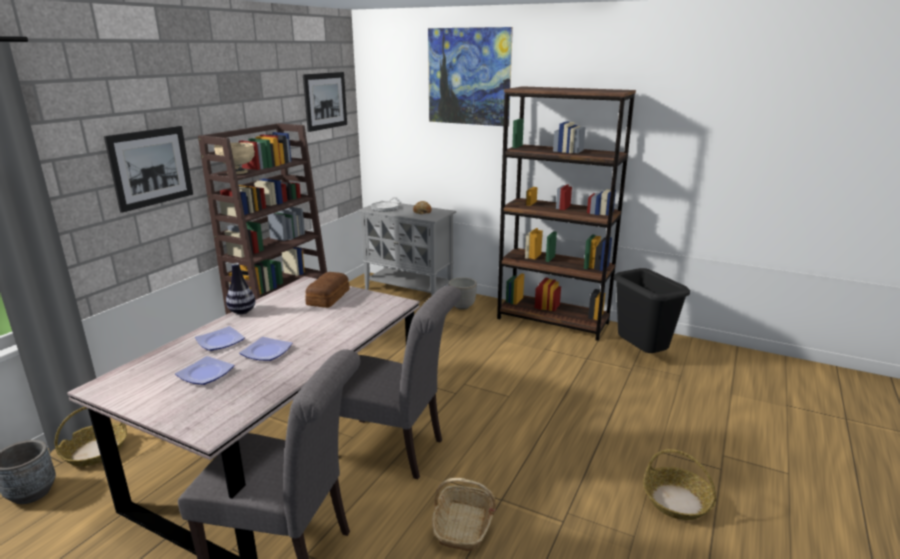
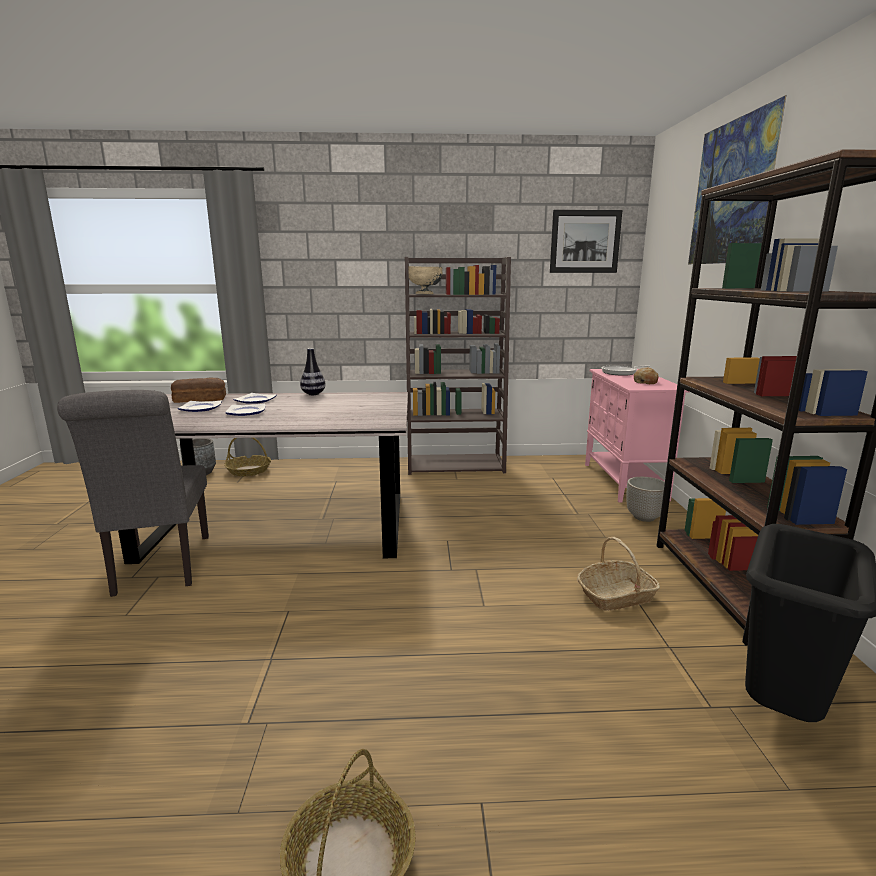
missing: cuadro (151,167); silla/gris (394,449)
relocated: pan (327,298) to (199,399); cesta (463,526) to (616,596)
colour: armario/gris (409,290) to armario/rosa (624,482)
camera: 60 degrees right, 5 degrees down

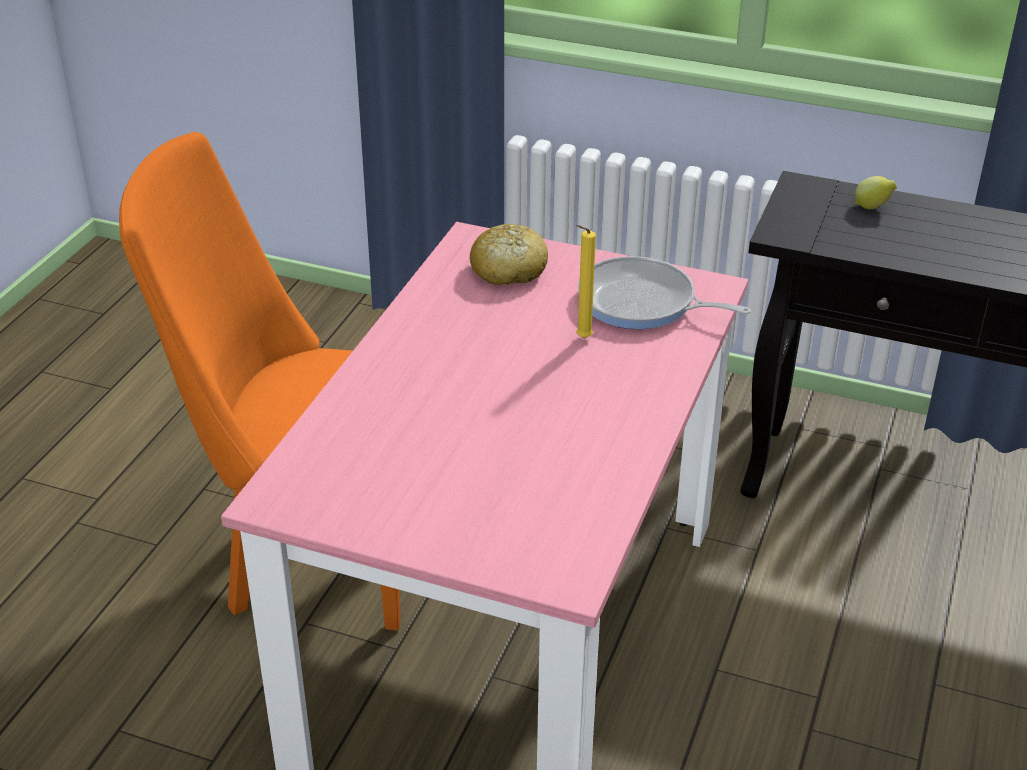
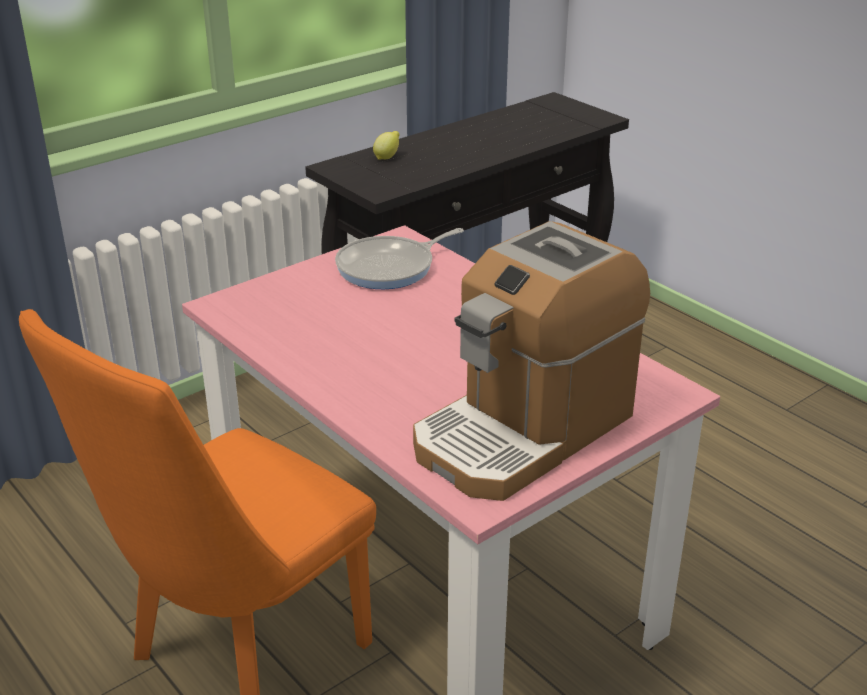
missing: pan (508,270); vela/amarillo (581,338)
appeared: cafetera (523,431)
camera: 60 degrees left, 5 degrees down

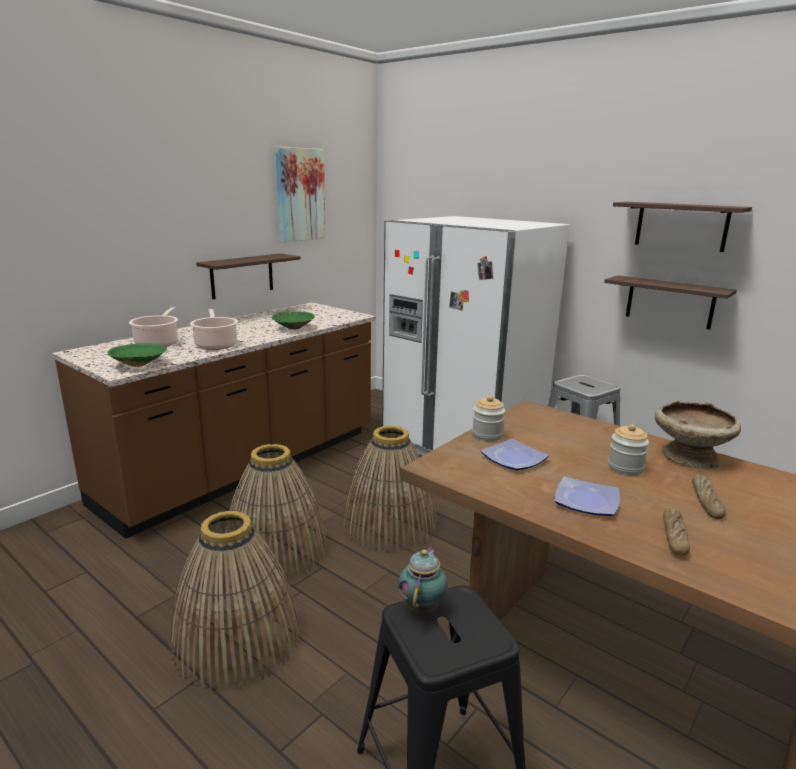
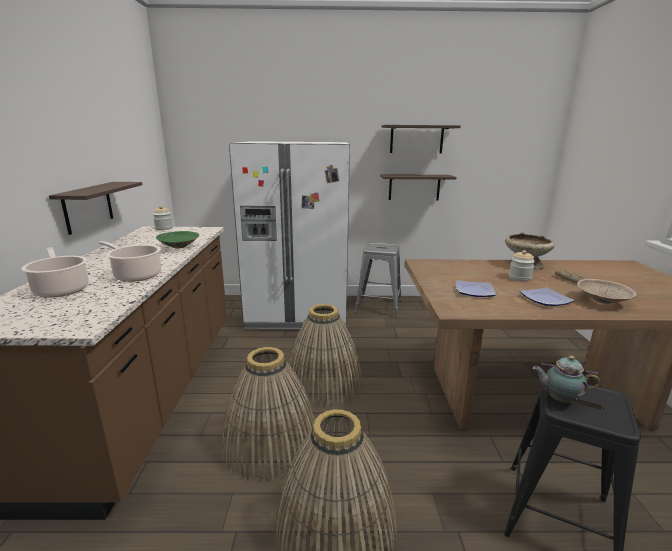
missing: cuenco/verde (140,364); cuadro (300,195)
relocated: tarro (487,435) to (164,228)
exchanged: pan (674,537) to cuenco/beis (602,301)
spun: tetera (423,606) = (559,399) 45 degrees counterclockwise
camera: 40 degrees left, 0 degrees up

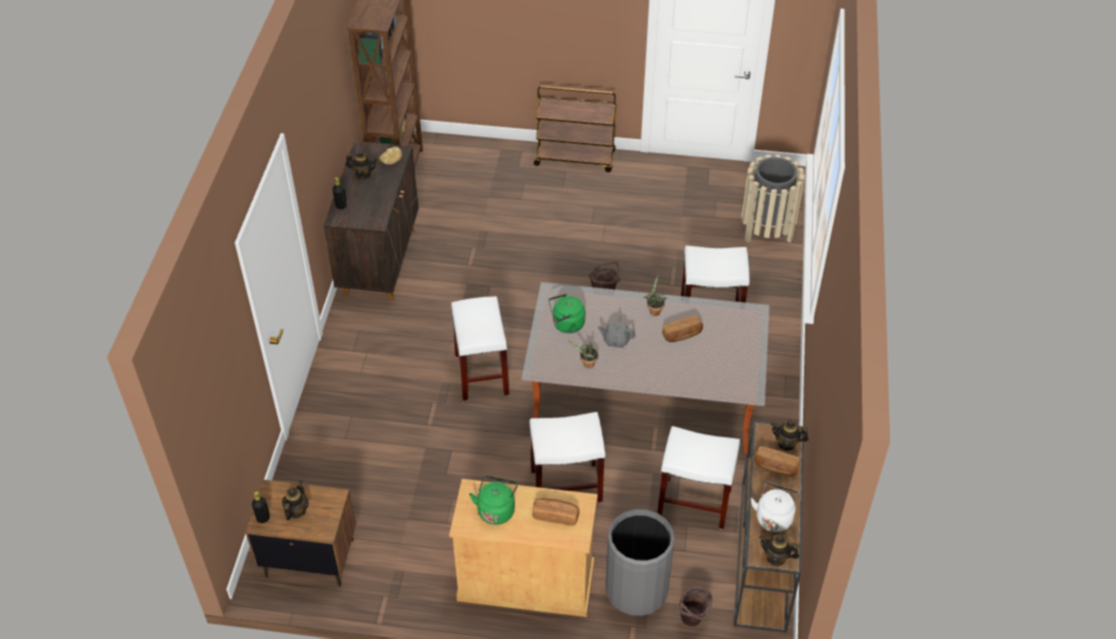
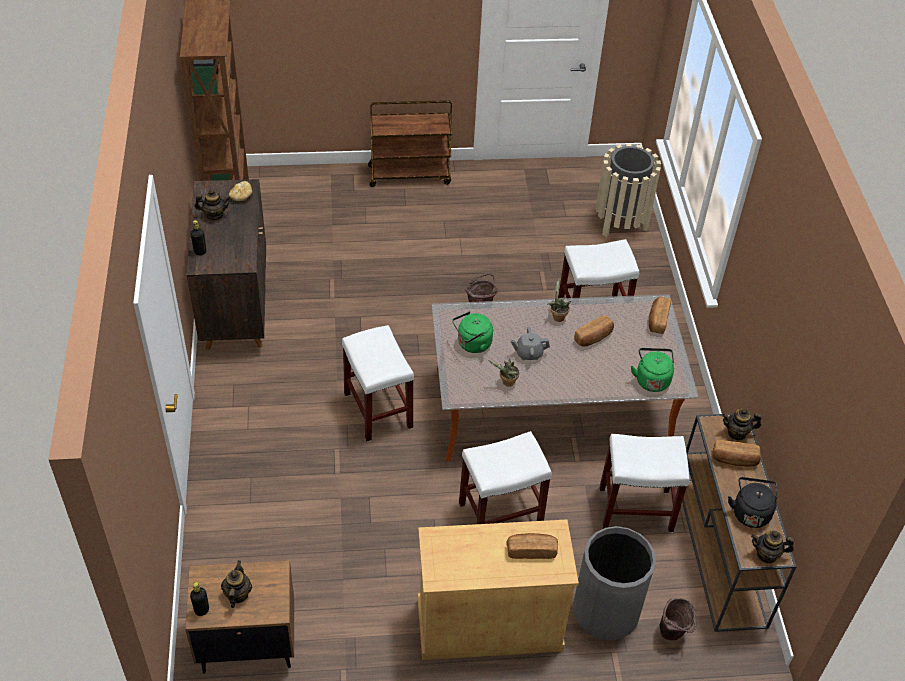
appeared: pan (657,320)
relocated: hervidor/verde (496,509) to (652,379)
colour: hervidor/blanco (774,517) to hervidor/negro (750,512)
camera: 15 degrees left, 0 degrees up

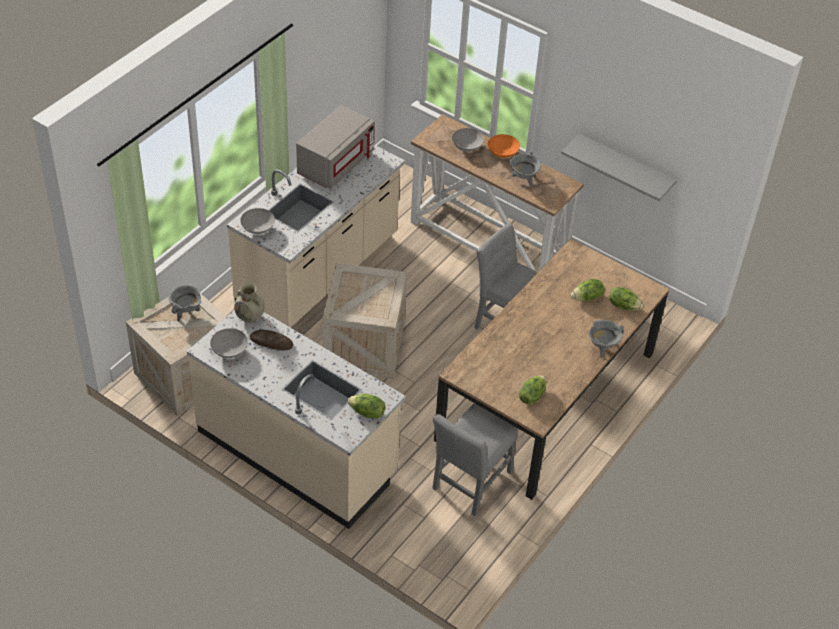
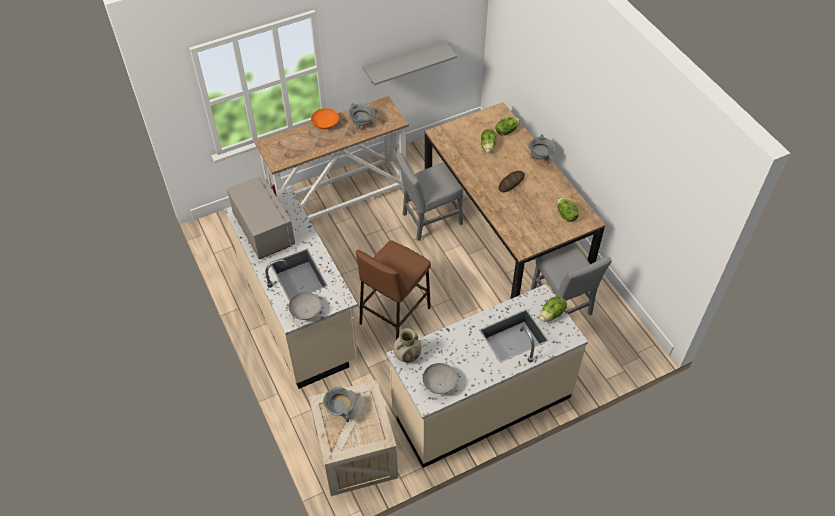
missing: cuenco/gris (467,147)
relocated: pan (271,342) to (511,183)
exchanged: caja de embalaje (363,345) to taburete/marrón (394,316)
camera: 60 degrees left, 5 degrees up

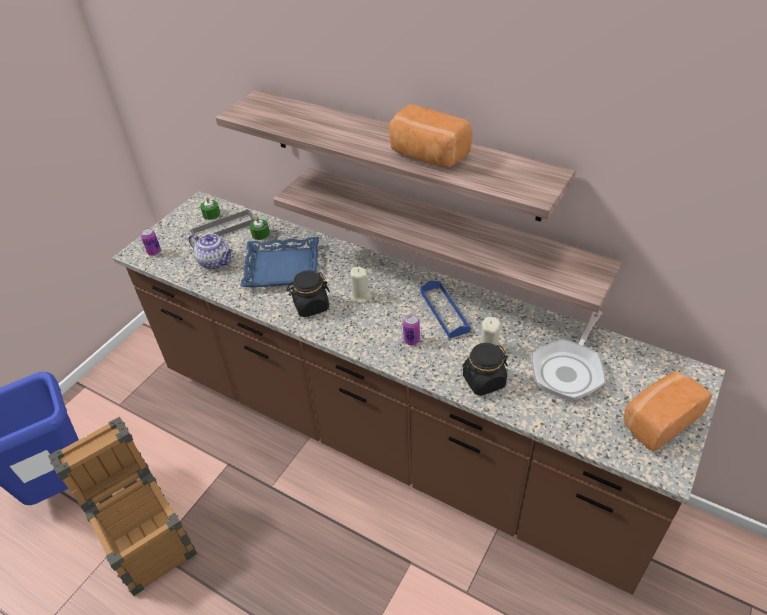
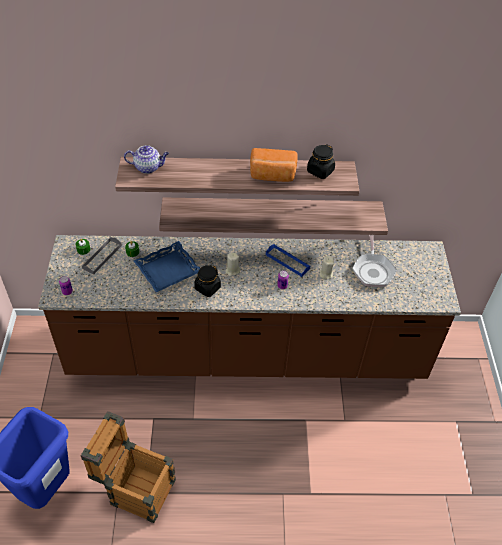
missing: pan (658,420)
relocated: tetera (216,262) to (148,167); tarro/negro (483,381) to (320,171)
camera: 35 degrees left, 5 degrees up

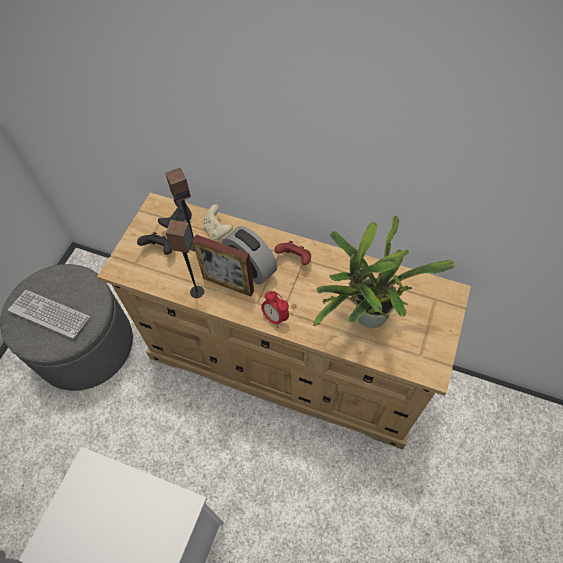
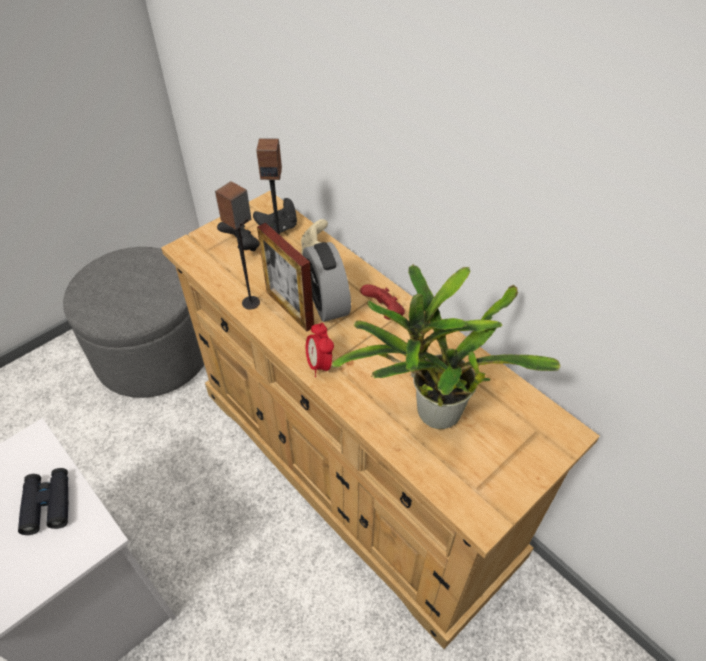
missing: teclado (49,314)
appeared: prismáticos/negro (48,504)
camera: 25 degrees right, 10 degrees down

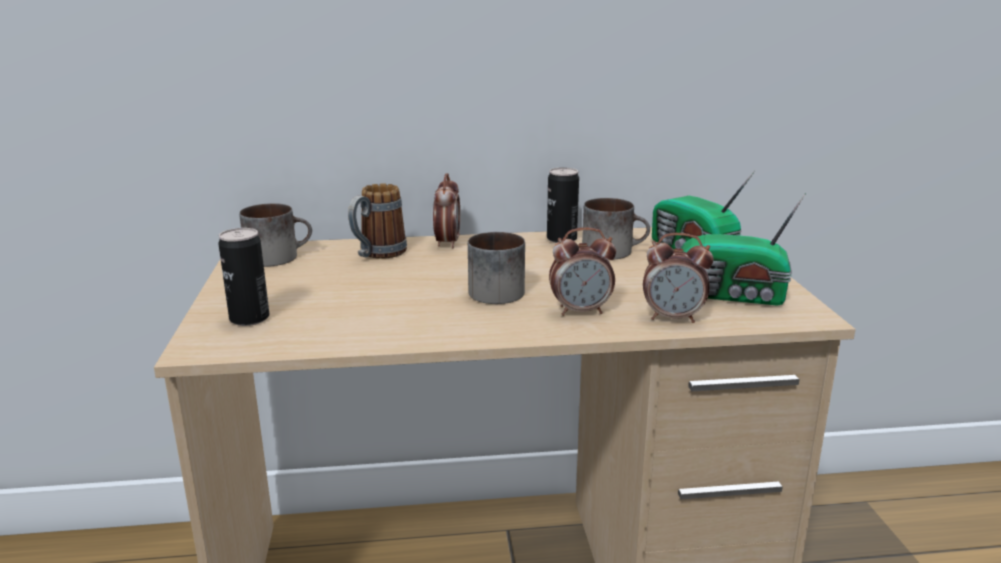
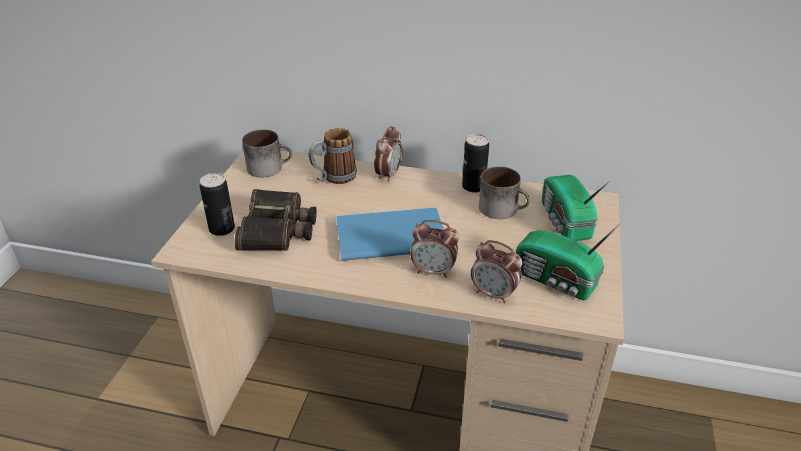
appeared: prismáticos (278,229)
exchanged: taza grande (492,290) to libro/azul (387,235)
camera: 20 degrees right, 15 degrees up

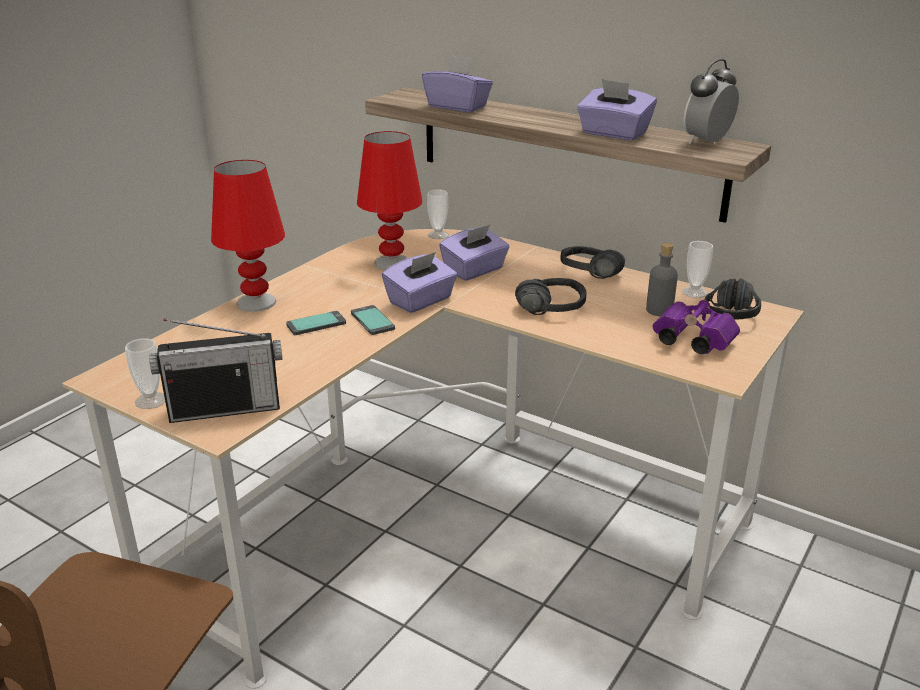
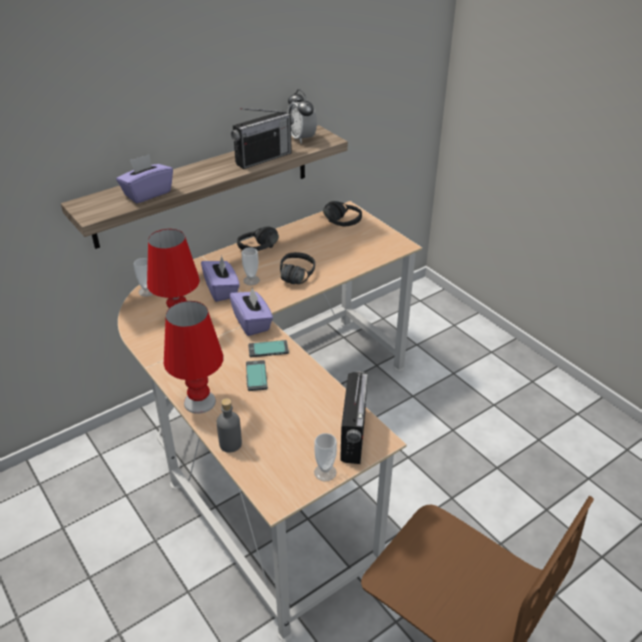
missing: prismáticos/morado (690,342)
relocated: botella/gris (659,310) to (230,444); taza (694,292) to (251,280)
exchanged: caja de pañuelos/morado (613,134) to radio (263,158)
camera: 70 degrees left, 10 degrees up

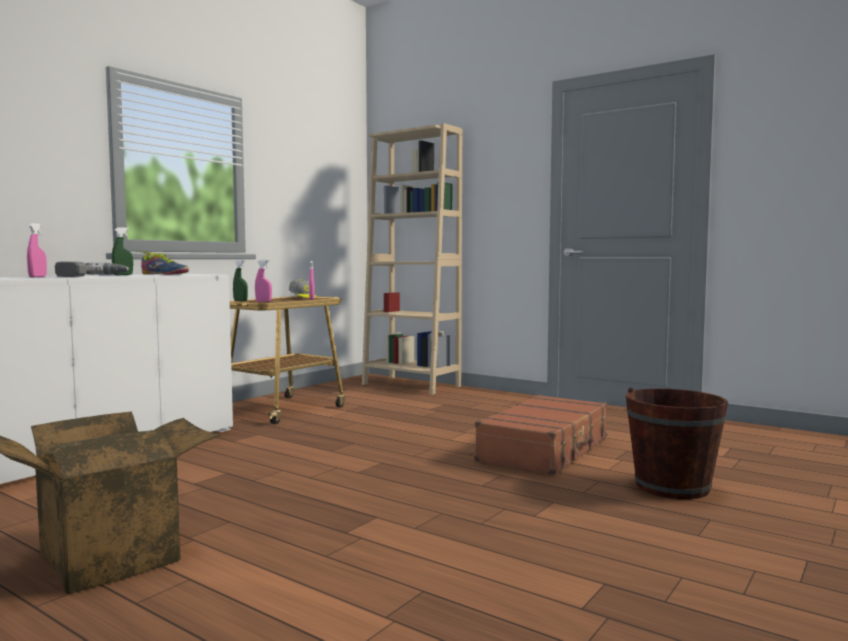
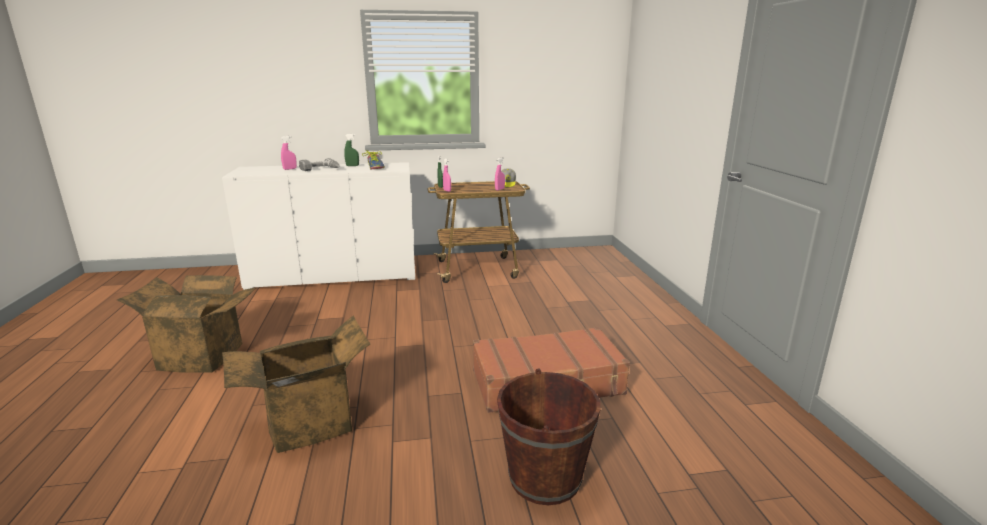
missing: estantería/beis (411,385)
appeared: caja de cartón (308,425)
camera: 45 degrees right, 15 degrees up

